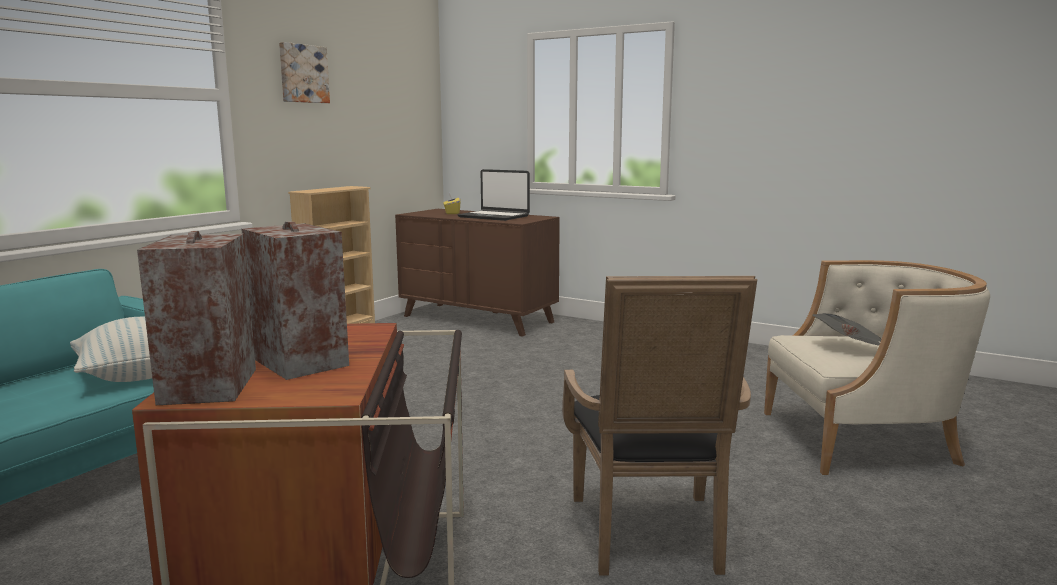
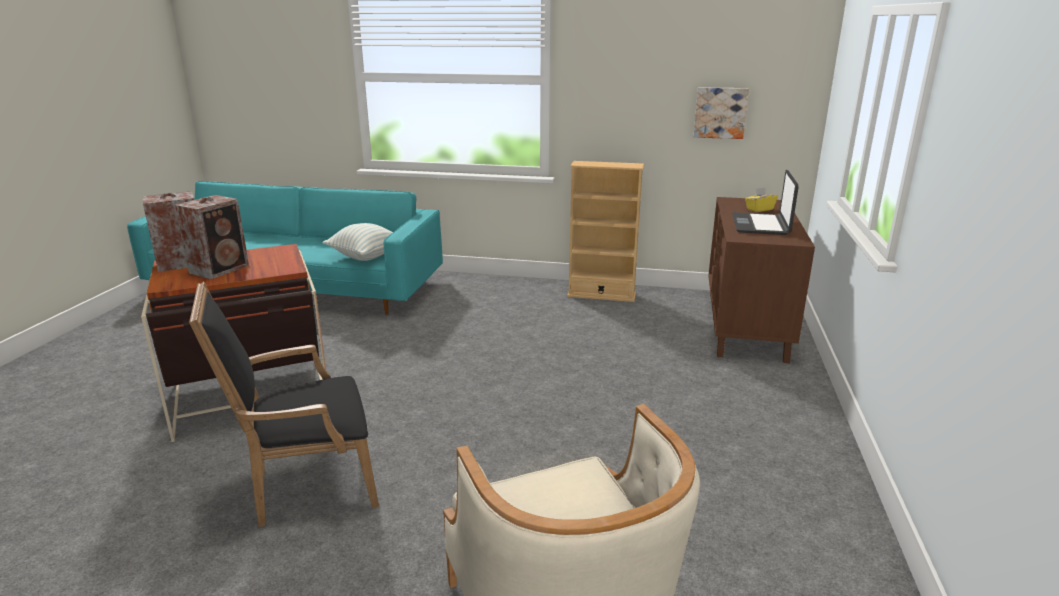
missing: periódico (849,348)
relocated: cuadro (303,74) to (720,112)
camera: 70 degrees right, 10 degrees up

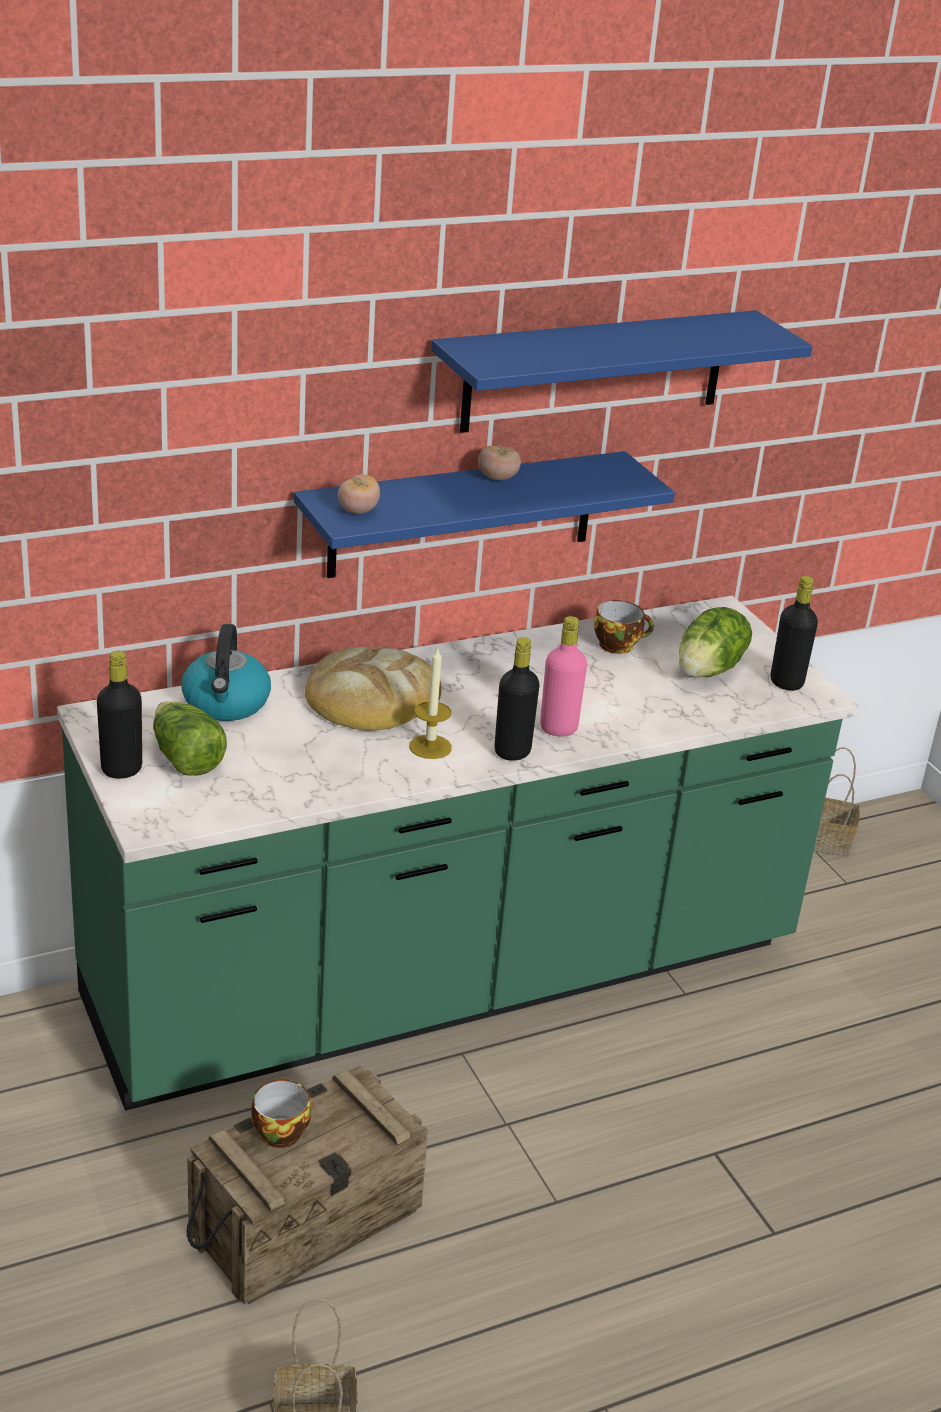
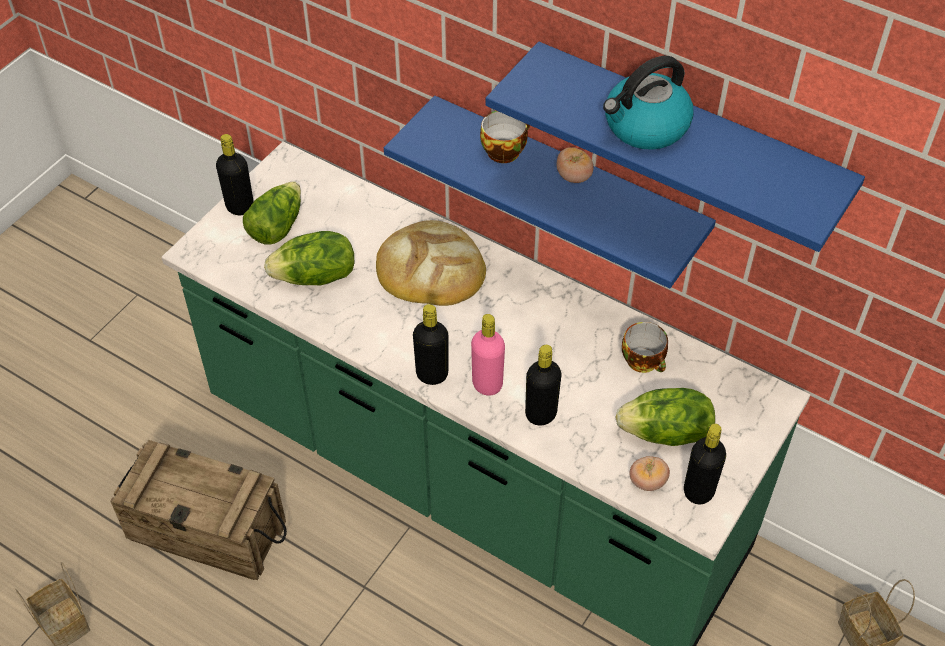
missing: vela (430,747)
appeared: lechuga (315,277); botella/negro (541,414)
relocated: hervidor (226,704) to (645,127); taza (278,1130) to (504,150); tomate (358,511) to (647,482)
camera: 60 degrees right, 20 degrees up

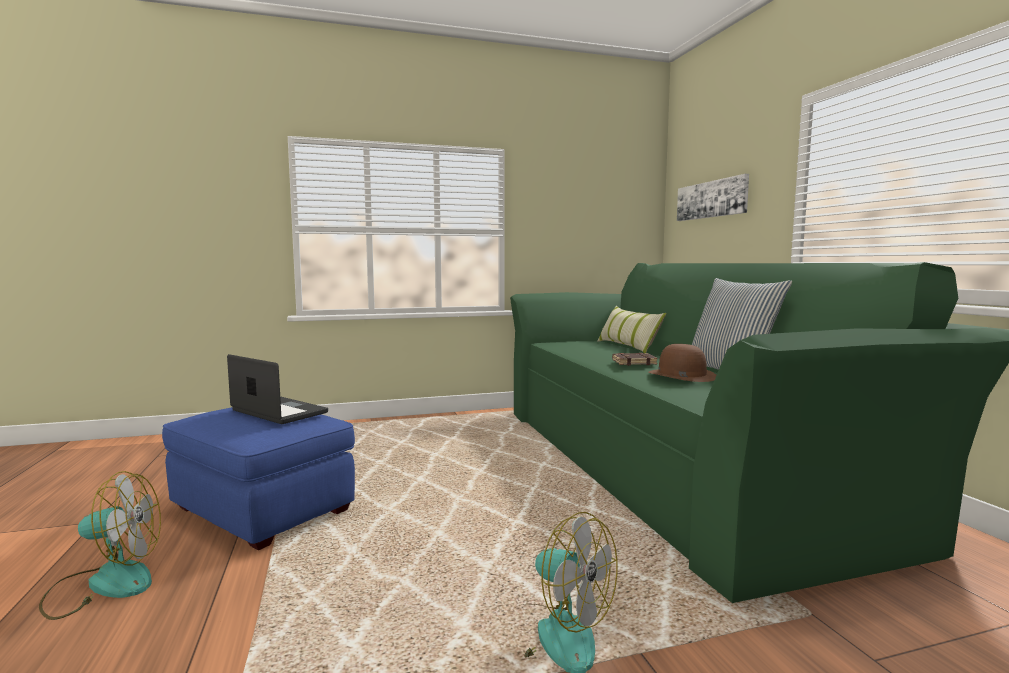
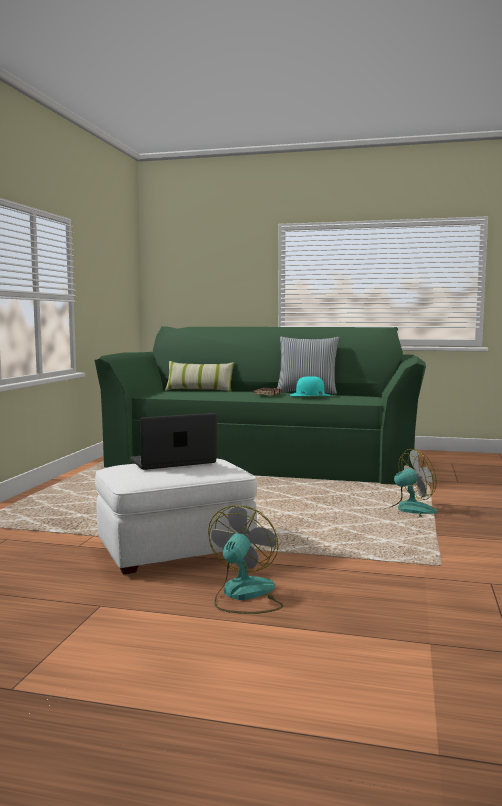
missing: cuadro (711,199)
colour: puf/azul (262,509) to puf/blanco (174,549); sombrero/marrón (681,375) to sombrero/turquesa (310,395)
camera: 60 degrees left, 0 degrees up

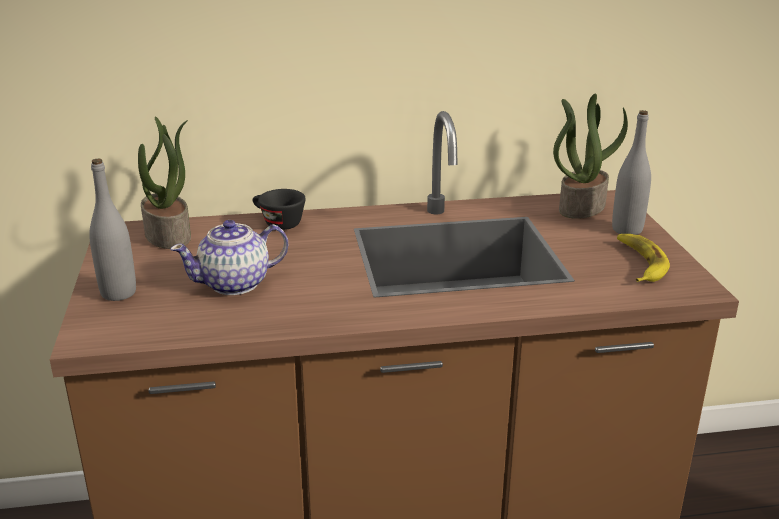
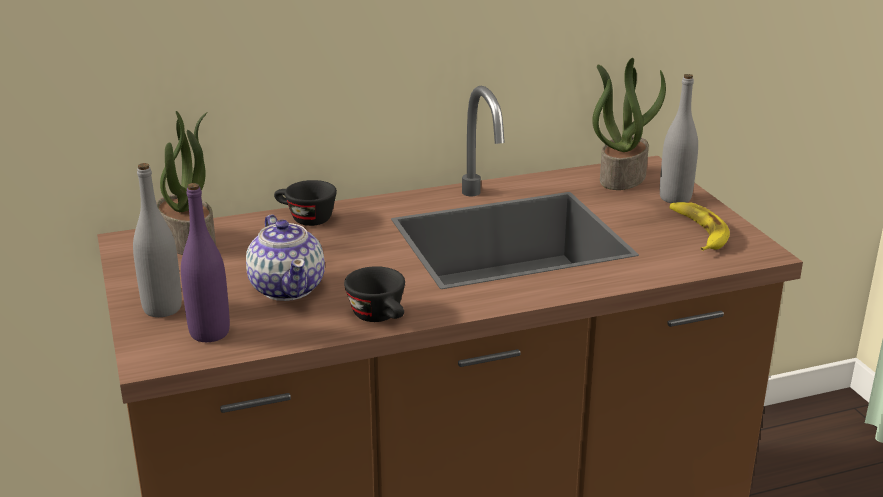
appeared: botella/morado (209,333); taza/negro (381,317)
spun: tetera (235,284) = (288,288) 75 degrees counterclockwise
camera: 10 degrees left, 0 degrees up

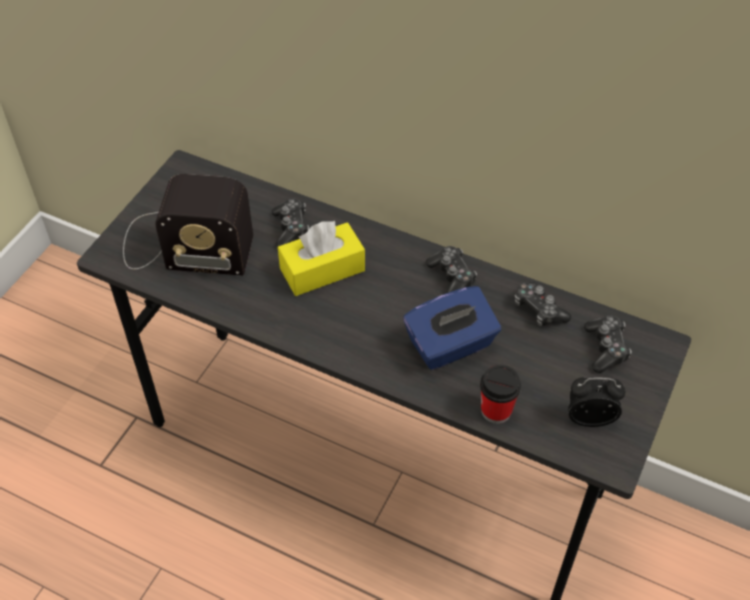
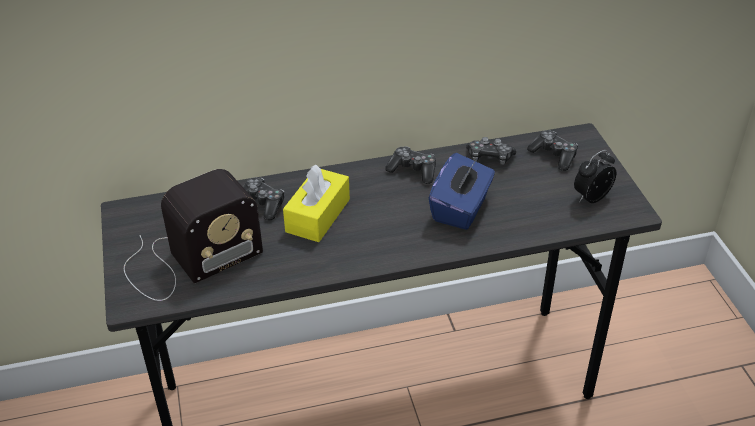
missing: taza (496,410)
camera: 40 degrees left, 10 degrees down

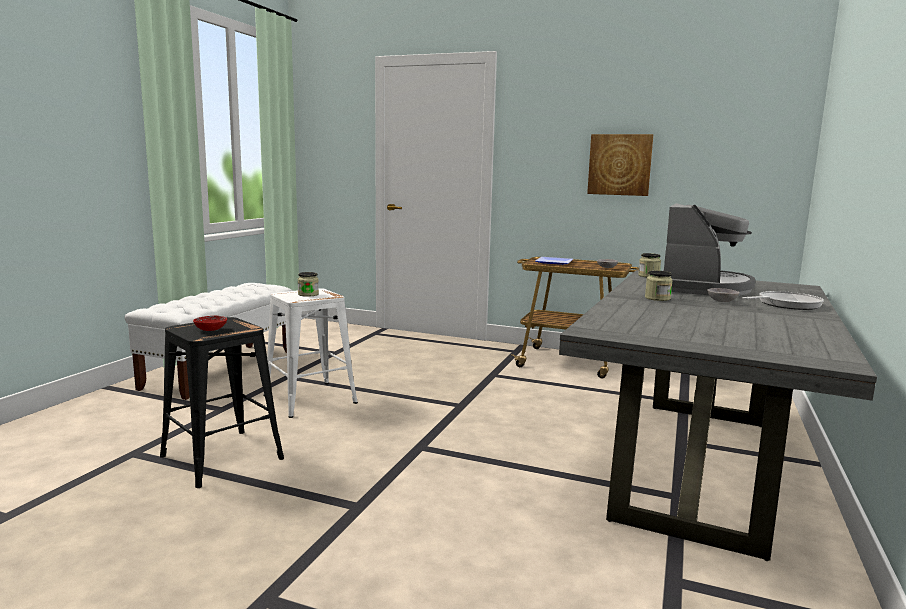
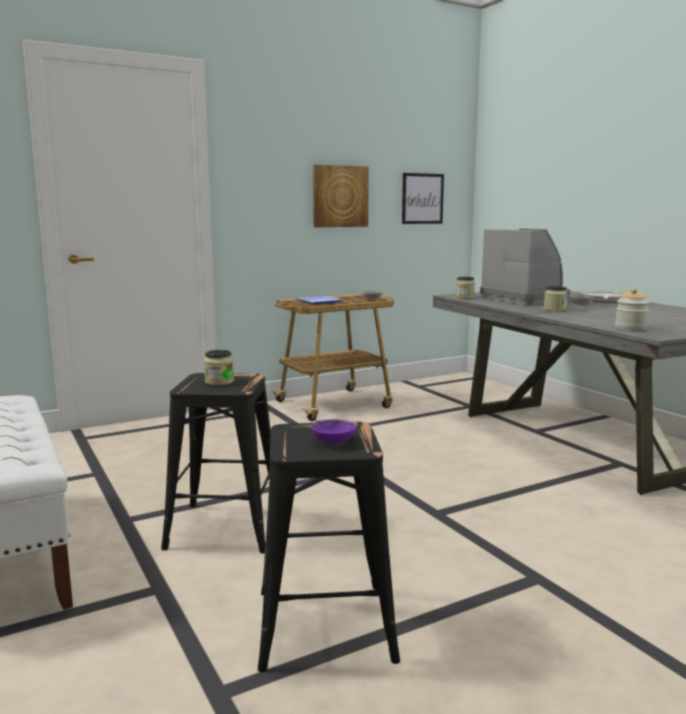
appeared: cuadro (422,198); tarro (630,328)
colour: cuenco/rojo (210,330) to cuenco/morado (334,442); taburete/blanco (309,398) to taburete/negro (224,527)
camera: 50 degrees left, 0 degrees up

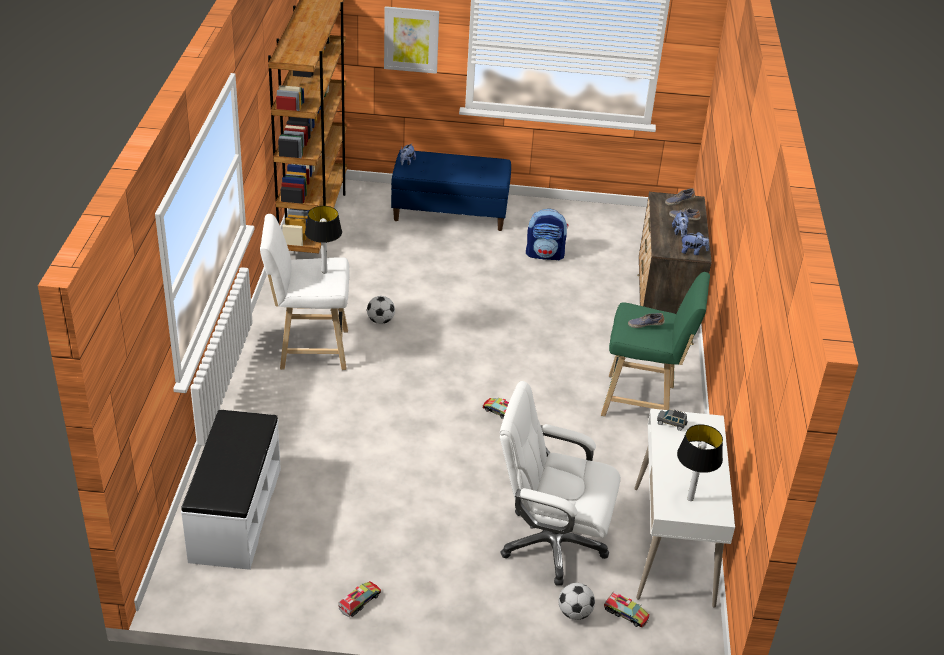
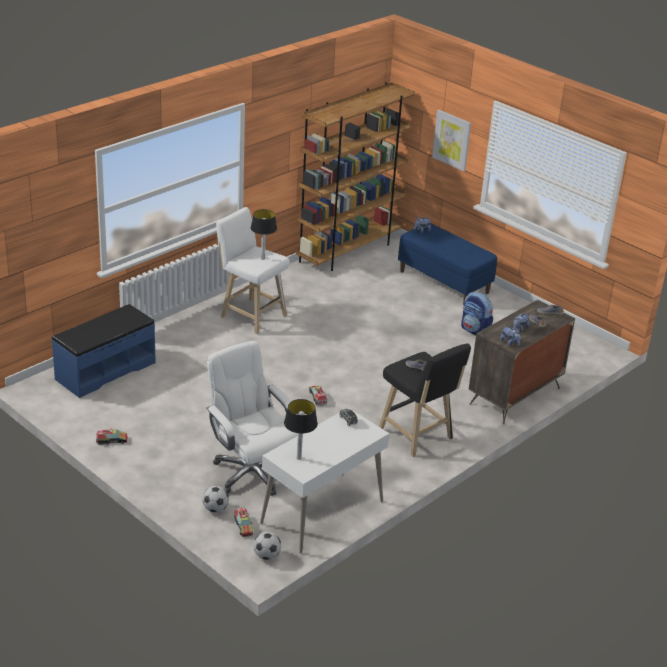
relocated: balón de fútbol (380,321) to (267,556)
colour: banco/blanco (235,514) to banco/azul (105,371); taburete/verde (643,402) to taburete/negro (418,436)
camera: 40 degrees right, 5 degrees down

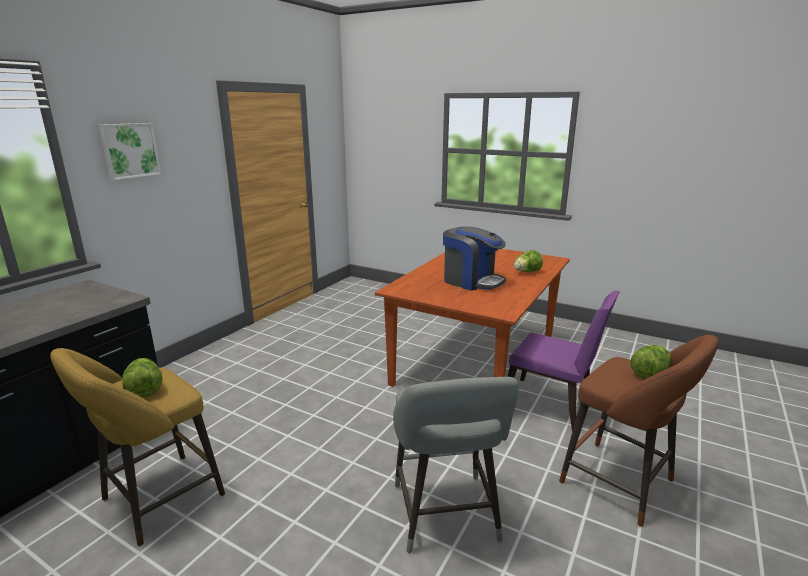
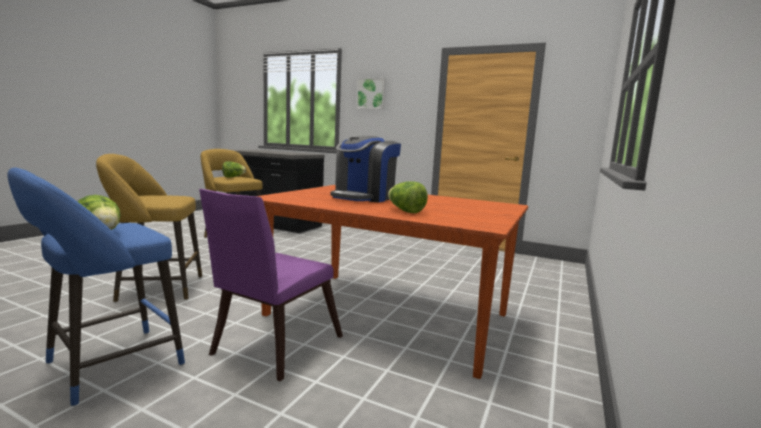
colour: taburete/gris (446,518) to taburete/amarillo (156,288); taburete/marrón (623,485) to taburete/azul (107,367)
camera: 85 degrees right, 10 degrees down

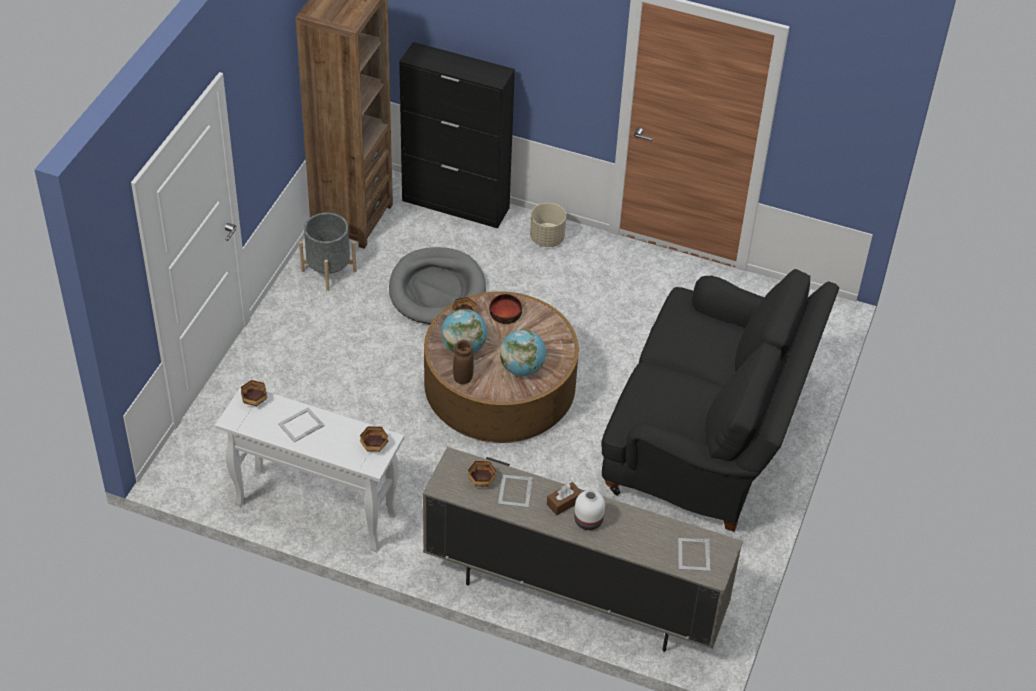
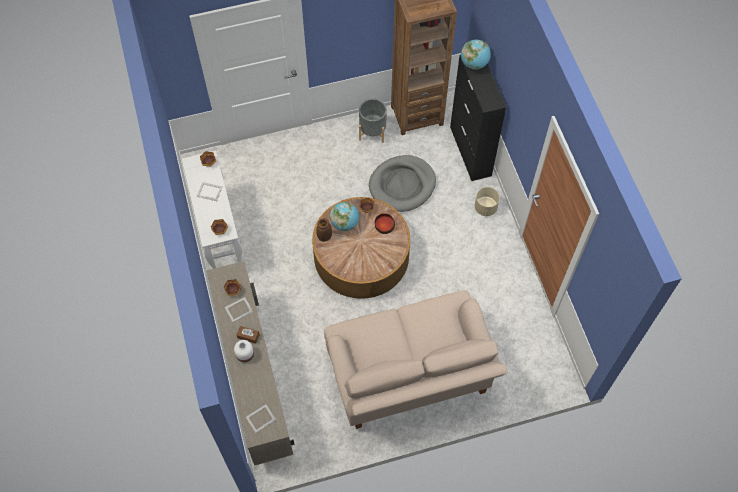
relocated: globo terráqueo (522,368) to (474,64)
colour: sofá/negro (708,440) to sofá/beis (409,377)
camera: 55 degrees right, 15 degrees up

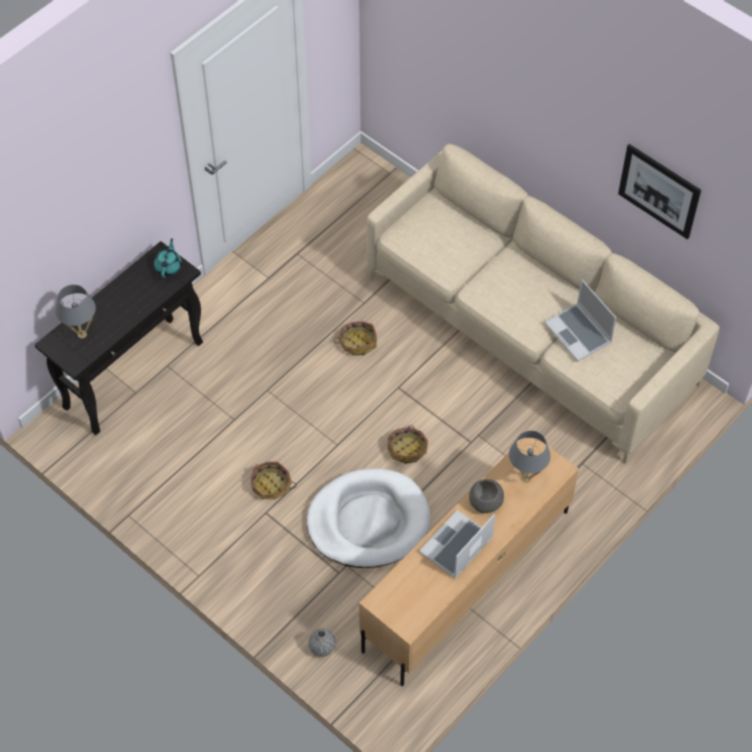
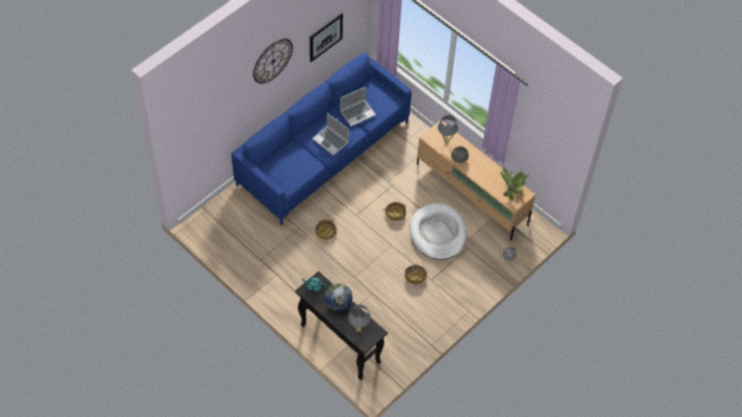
appeared: reloj de pared (273,61); globo terráqueo (338,304); planta en maceta (512,189)
relocated: portátil (456,546) to (331,141)
colour: sofá/beis (530,330) to sofá/azul (323,153)
camera: 90 degrees left, 0 degrees up

